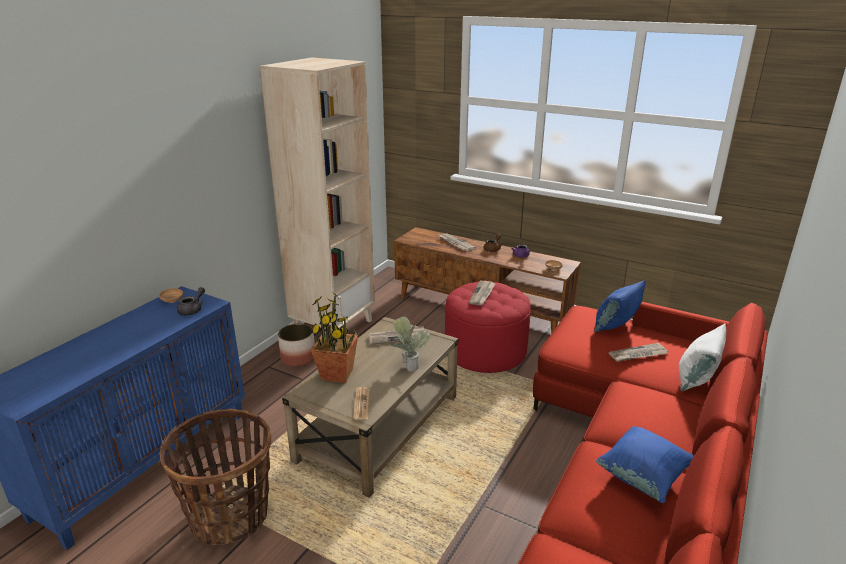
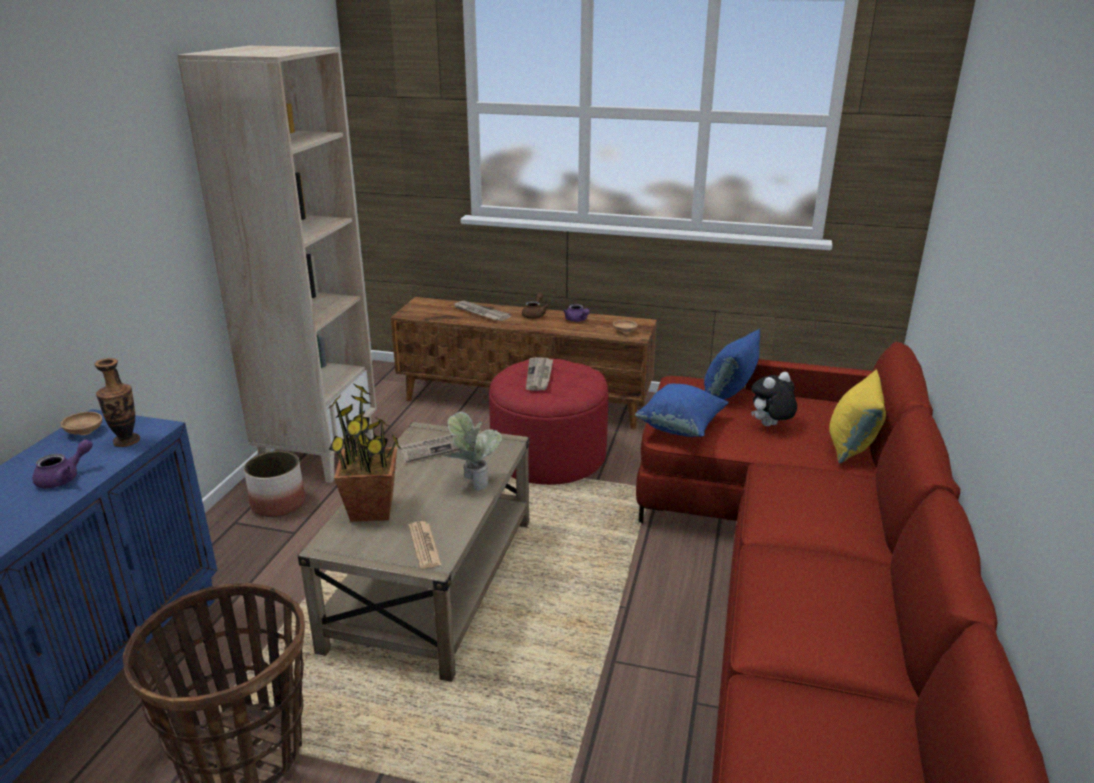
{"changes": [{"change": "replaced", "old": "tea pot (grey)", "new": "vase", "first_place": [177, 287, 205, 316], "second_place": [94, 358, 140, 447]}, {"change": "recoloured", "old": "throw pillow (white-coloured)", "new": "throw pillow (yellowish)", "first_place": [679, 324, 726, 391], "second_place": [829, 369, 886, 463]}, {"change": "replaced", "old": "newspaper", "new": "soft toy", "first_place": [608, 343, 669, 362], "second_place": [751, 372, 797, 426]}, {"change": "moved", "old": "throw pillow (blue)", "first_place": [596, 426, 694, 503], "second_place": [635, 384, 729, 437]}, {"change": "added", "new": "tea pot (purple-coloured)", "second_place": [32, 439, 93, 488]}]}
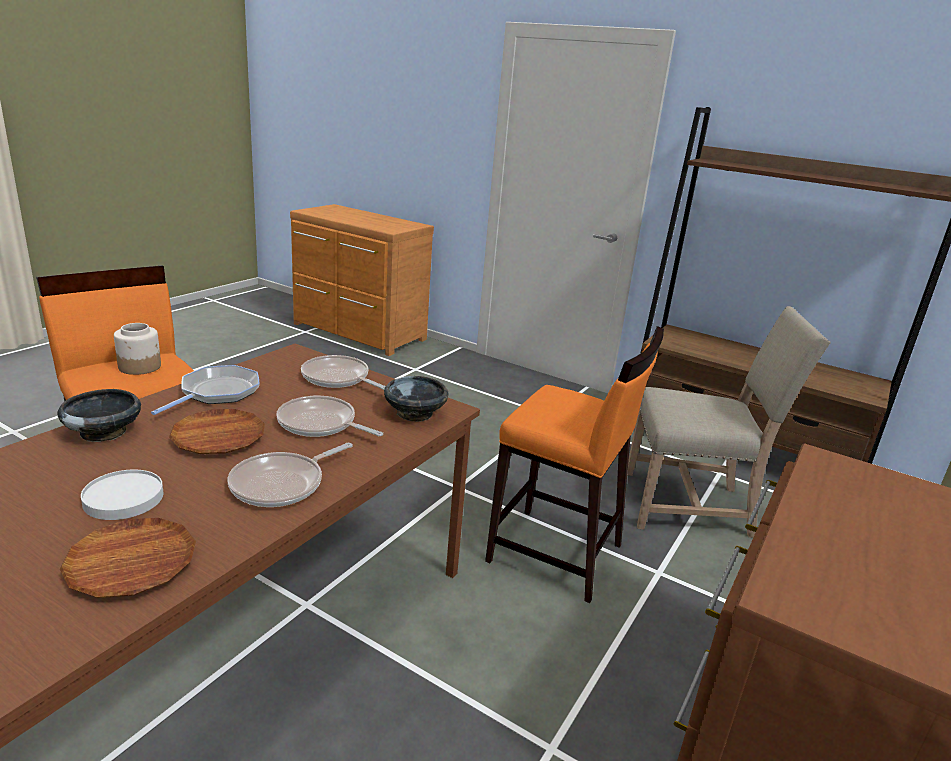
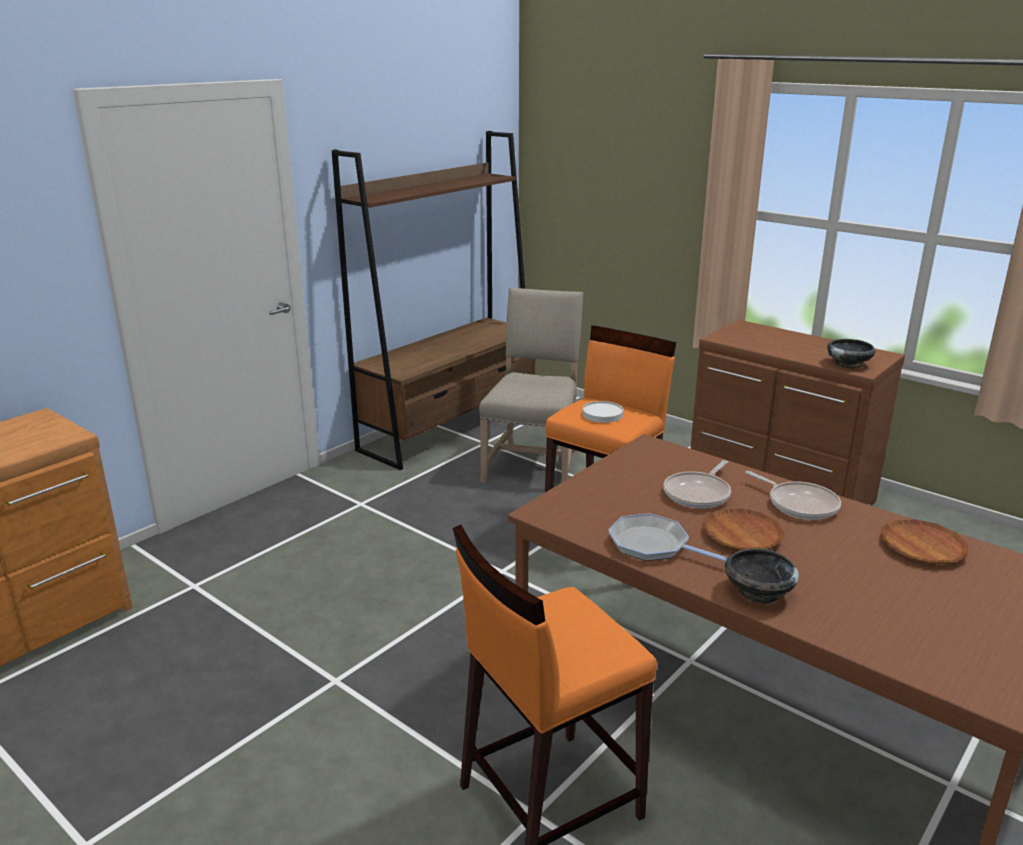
{"changes": [{"change": "removed", "old": "storage jar", "first_place": [114, 323, 161, 375]}, {"change": "removed", "old": "pan", "first_place": [301, 355, 386, 390]}, {"change": "moved", "old": "bowl (black-coloured)", "first_place": [384, 376, 448, 422], "second_place": [827, 339, 876, 369]}, {"change": "moved", "old": "dinner plate (white-coloured)", "first_place": [81, 470, 163, 520], "second_place": [583, 401, 623, 423]}]}
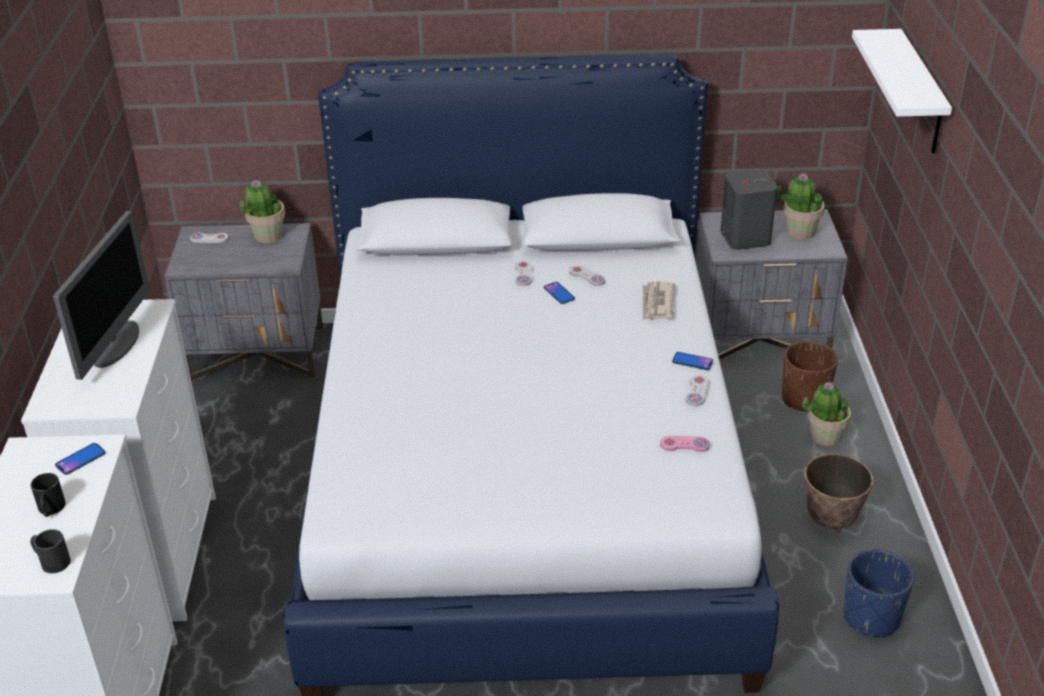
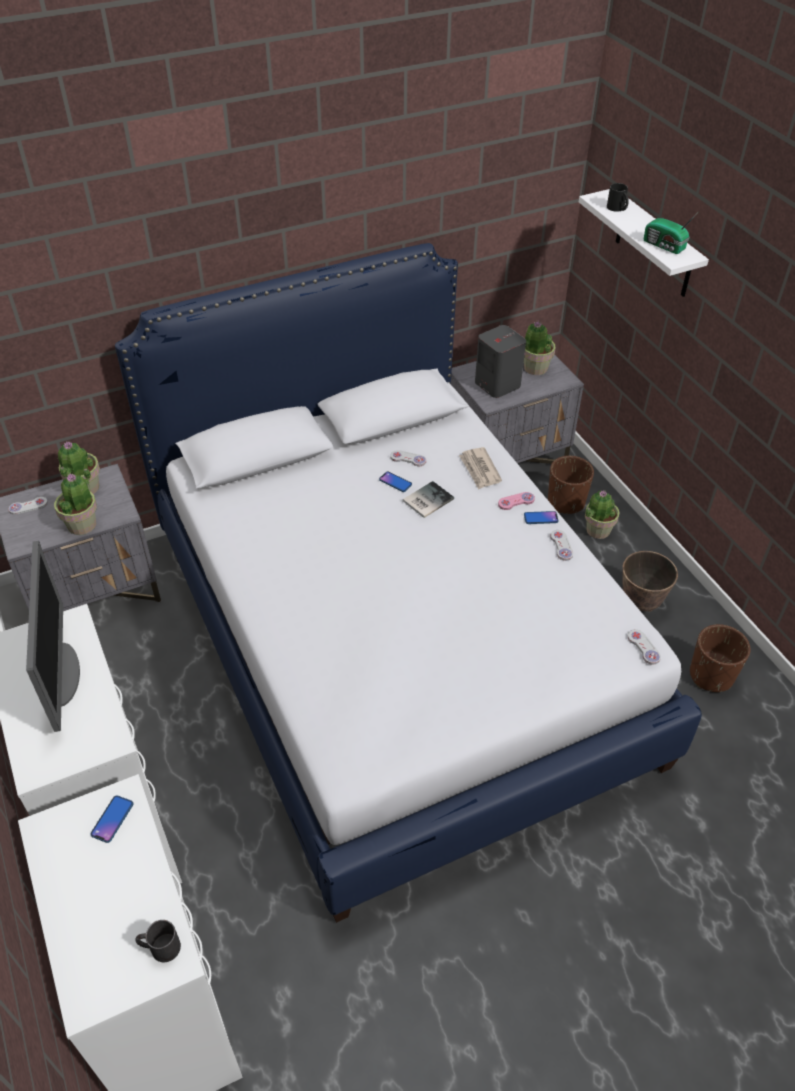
{"changes": [{"change": "moved", "old": "game controller (white-coloured)", "first_place": [515, 261, 532, 286], "second_place": [627, 629, 661, 665]}, {"change": "moved", "old": "game controller (pinkish)", "first_place": [660, 436, 710, 452], "second_place": [498, 492, 535, 510]}, {"change": "moved", "old": "mug (black-coloured)", "first_place": [31, 473, 66, 517], "second_place": [607, 183, 629, 212]}, {"change": "recoloured", "old": "plant pot (blue)", "new": "plant pot (brown-coloured)", "first_place": [844, 549, 914, 638], "second_place": [690, 624, 751, 692]}, {"change": "added", "new": "radio", "second_place": [644, 214, 696, 254]}, {"change": "added", "new": "potted plant", "second_place": [54, 468, 97, 535]}, {"change": "added", "new": "bound book", "second_place": [403, 481, 454, 518]}]}
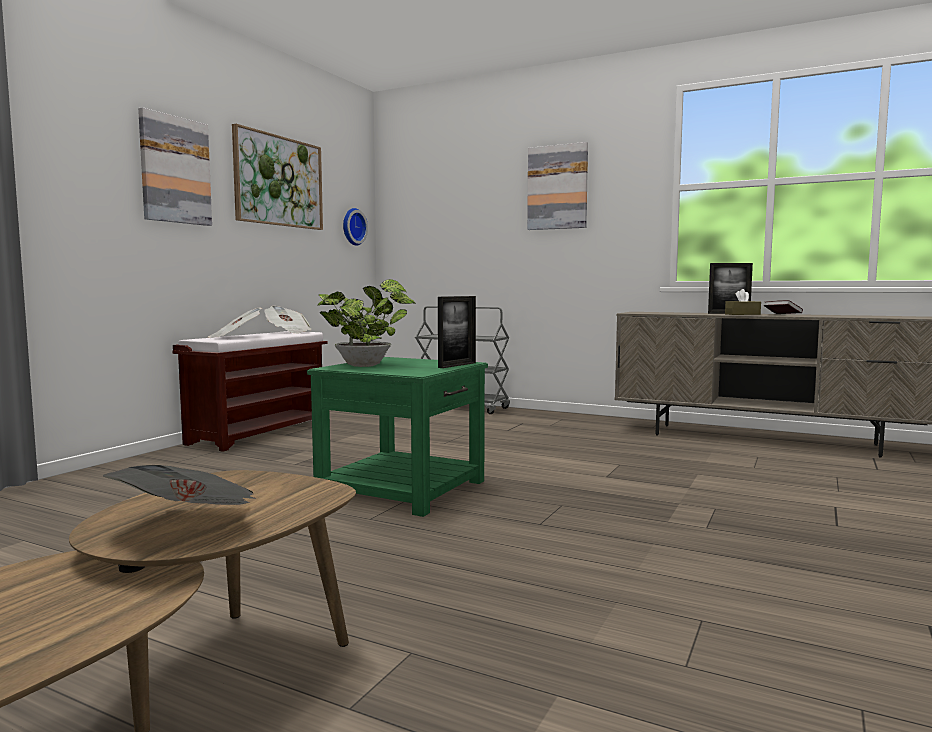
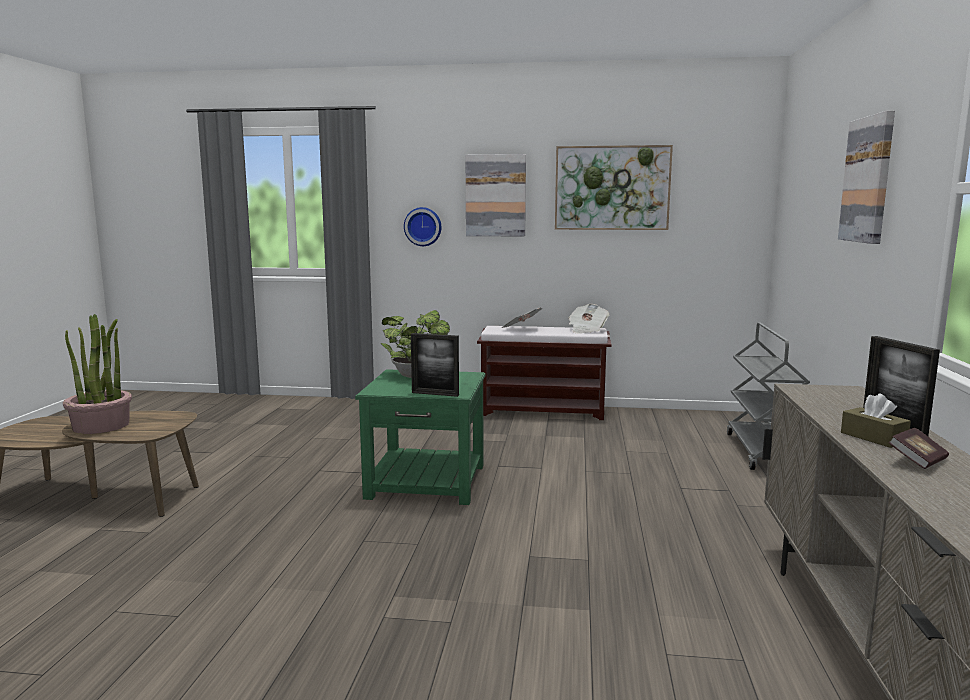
{"changes": [{"change": "moved", "old": "hanging clock", "first_place": [343, 208, 368, 246], "second_place": [404, 207, 442, 246]}, {"change": "replaced", "old": "newspaper", "new": "potted plant", "first_place": [103, 465, 256, 505], "second_place": [63, 314, 132, 434]}]}
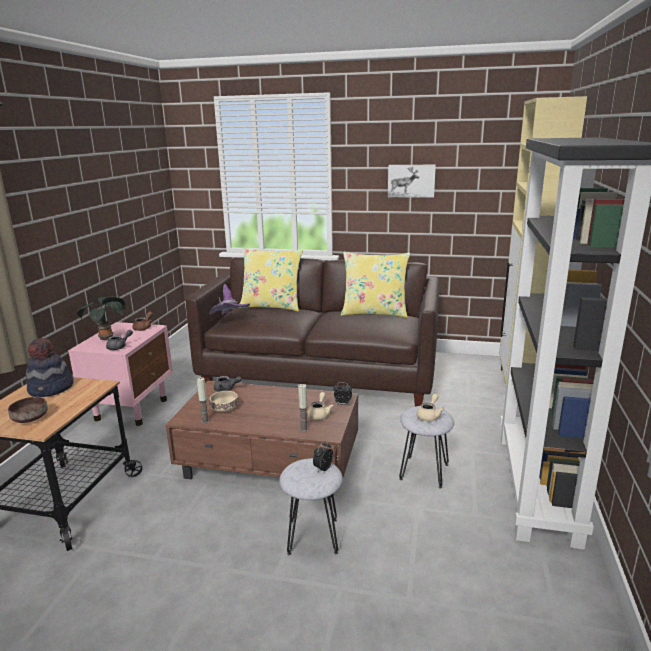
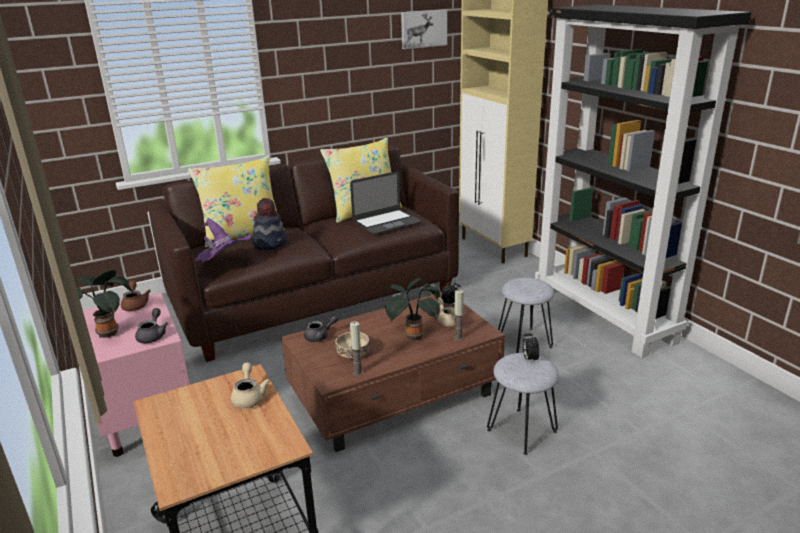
{"changes": [{"change": "moved", "old": "wall art", "first_place": [388, 165, 436, 198], "second_place": [401, 9, 447, 49]}, {"change": "moved", "old": "hat", "first_place": [26, 338, 74, 397], "second_place": [252, 198, 287, 250]}, {"change": "moved", "old": "tea pot (beige)", "first_place": [417, 394, 444, 421], "second_place": [231, 363, 270, 408]}, {"change": "removed", "old": "bowl (brown-coloured)", "first_place": [8, 397, 48, 423]}, {"change": "added", "new": "portable computer", "second_place": [350, 171, 421, 234]}, {"change": "added", "new": "potted plant", "second_place": [385, 278, 440, 341]}]}
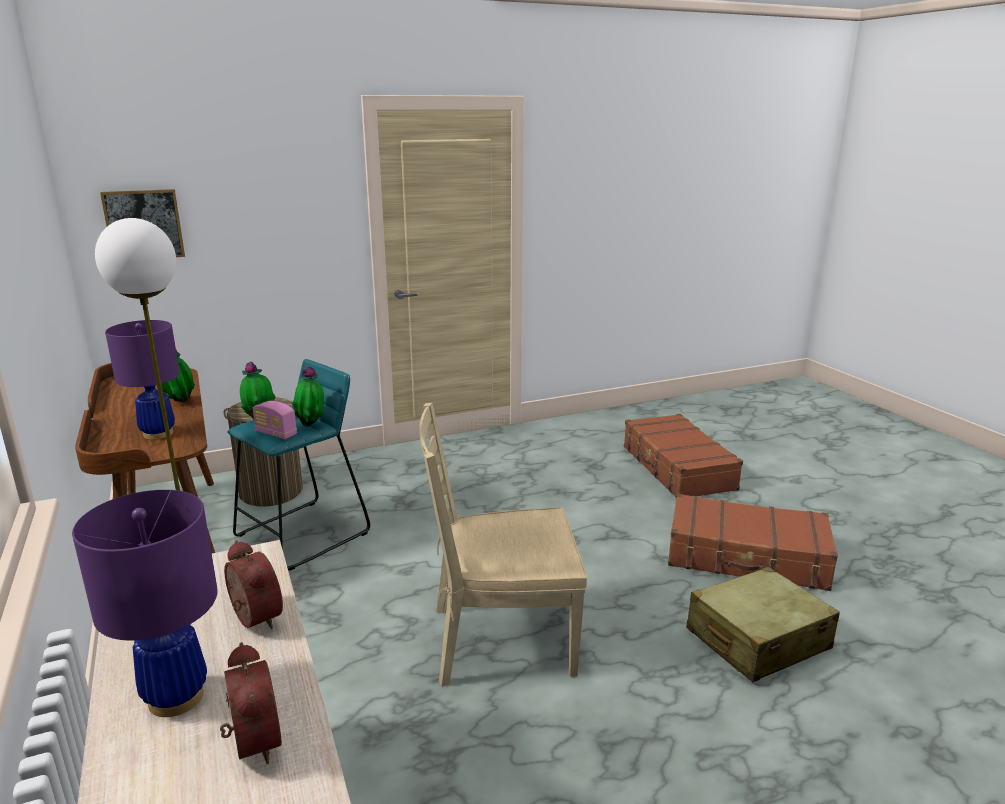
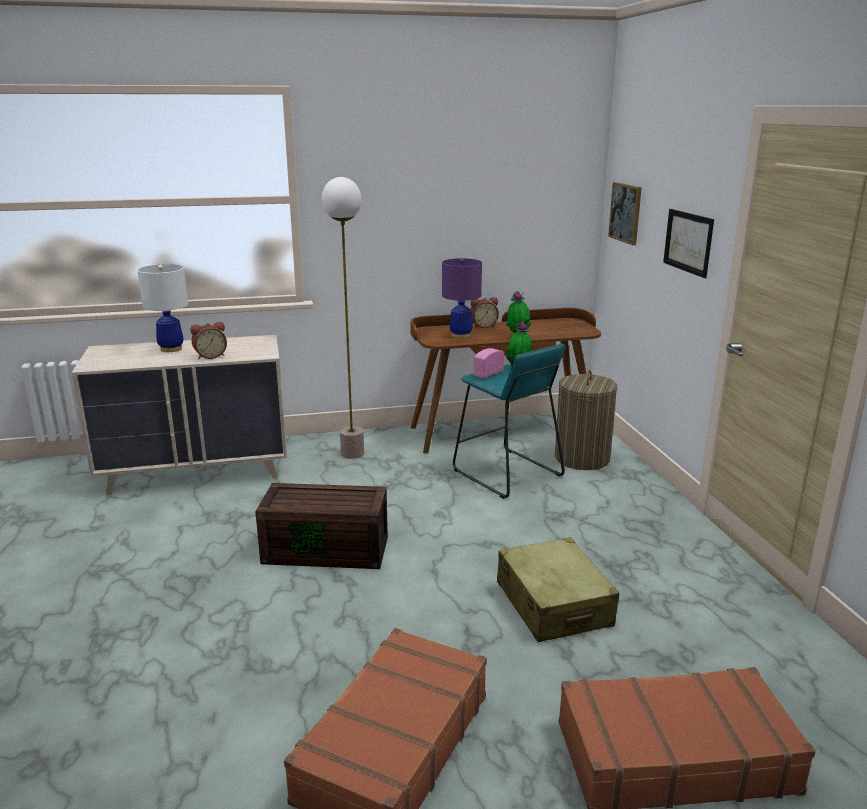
{"changes": [{"change": "removed", "old": "potted plant", "first_place": [292, 366, 324, 427]}, {"change": "replaced", "old": "plain chair (beige)", "new": "storage bin (brown-coloured)", "first_place": [419, 403, 588, 687], "second_place": [255, 483, 388, 569]}, {"change": "recoloured", "old": "table lamp (purple-coloured)", "new": "table lamp (white-coloured)", "first_place": [72, 490, 218, 717], "second_place": [137, 264, 188, 352]}, {"change": "moved", "old": "suitcase (beige)", "first_place": [687, 567, 840, 682], "second_place": [497, 538, 619, 642]}, {"change": "moved", "old": "table clock", "first_place": [220, 642, 282, 764], "second_place": [470, 297, 499, 328]}, {"change": "added", "new": "wall art", "second_place": [663, 209, 714, 278]}]}
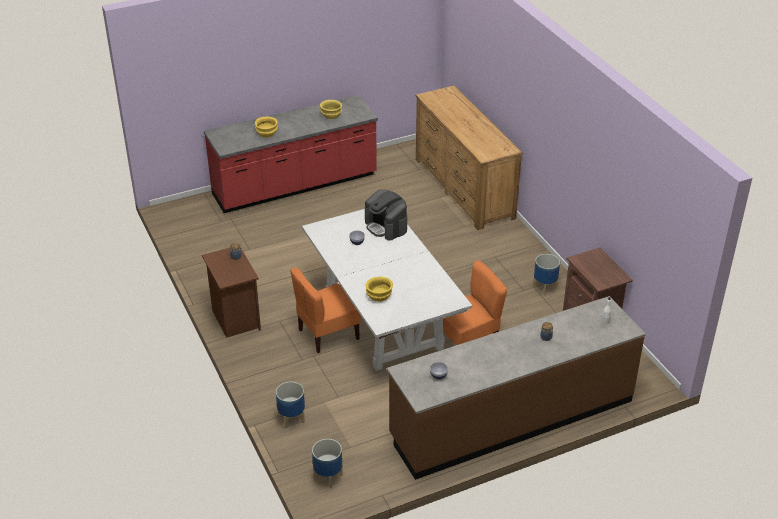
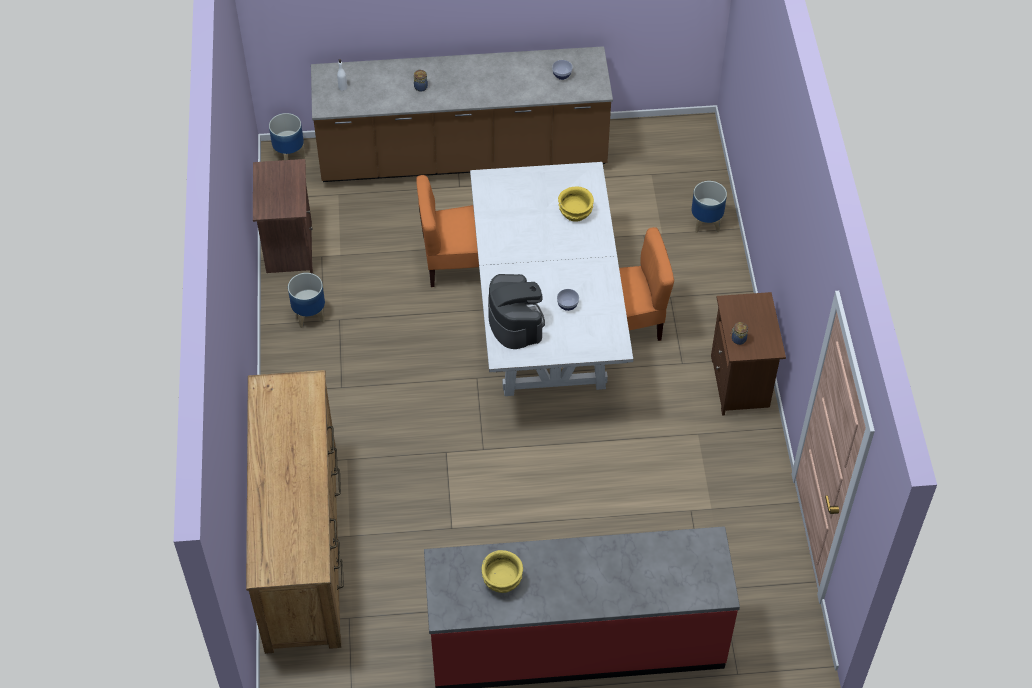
{"changes": [{"change": "removed", "old": "bowl (yellowish)", "first_place": [255, 117, 278, 138]}, {"change": "moved", "old": "plant pot", "first_place": [312, 439, 343, 488], "second_place": [269, 113, 305, 160]}]}
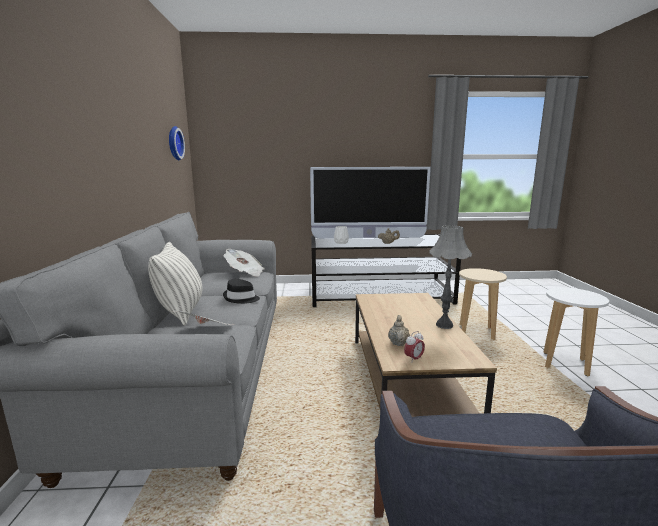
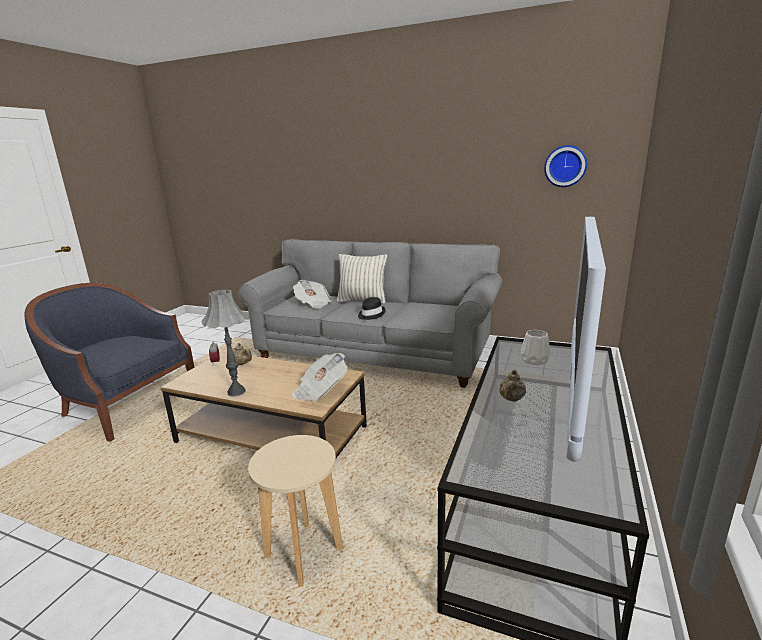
{"changes": [{"change": "moved", "old": "newspaper", "first_place": [224, 249, 265, 277], "second_place": [292, 353, 348, 402]}, {"change": "removed", "old": "stool seat (white-coloured)", "first_place": [544, 287, 609, 376]}]}
